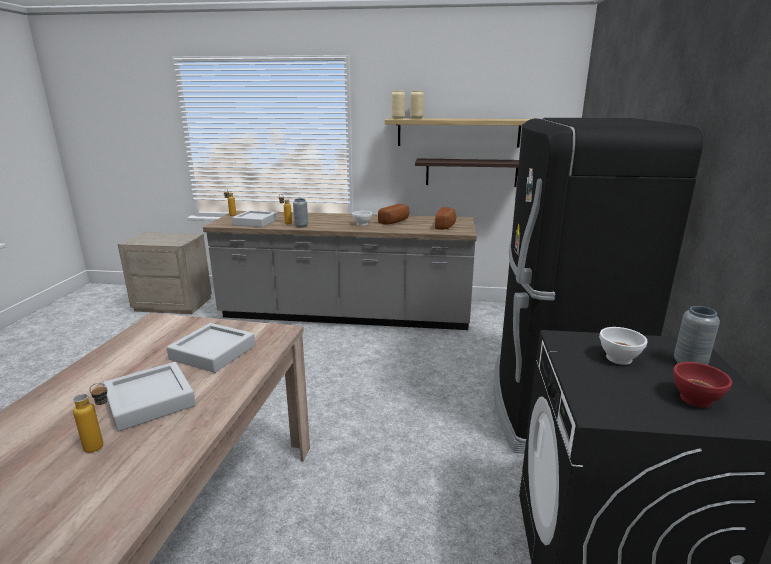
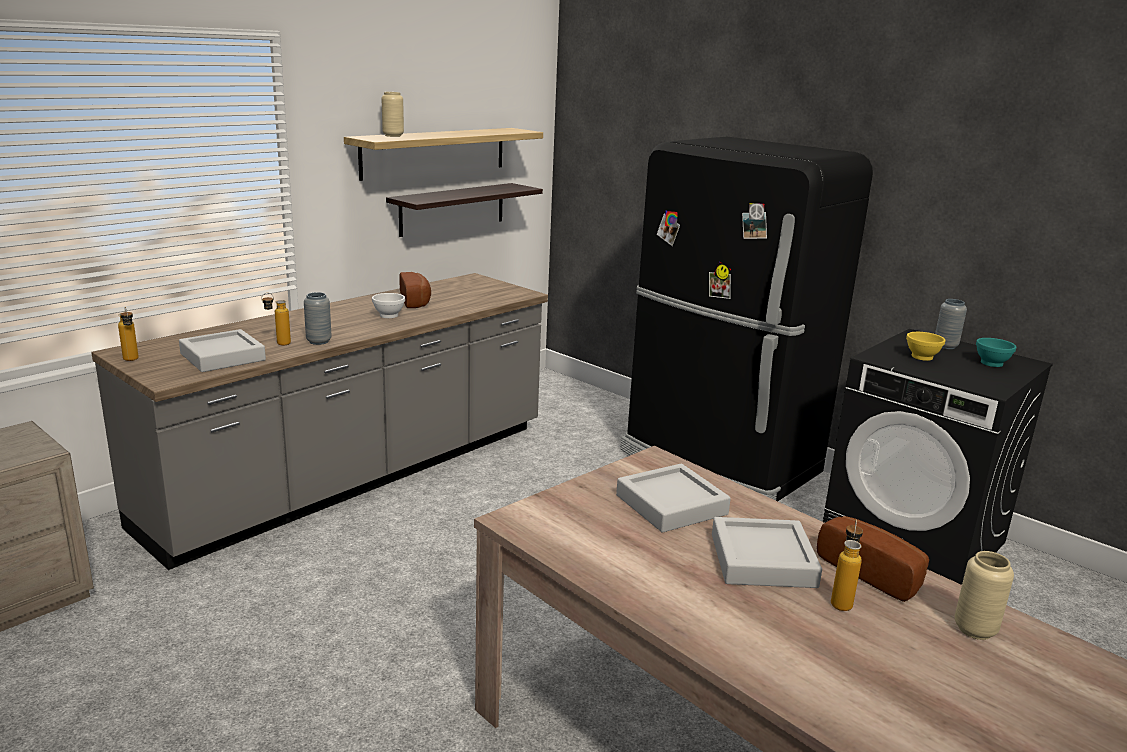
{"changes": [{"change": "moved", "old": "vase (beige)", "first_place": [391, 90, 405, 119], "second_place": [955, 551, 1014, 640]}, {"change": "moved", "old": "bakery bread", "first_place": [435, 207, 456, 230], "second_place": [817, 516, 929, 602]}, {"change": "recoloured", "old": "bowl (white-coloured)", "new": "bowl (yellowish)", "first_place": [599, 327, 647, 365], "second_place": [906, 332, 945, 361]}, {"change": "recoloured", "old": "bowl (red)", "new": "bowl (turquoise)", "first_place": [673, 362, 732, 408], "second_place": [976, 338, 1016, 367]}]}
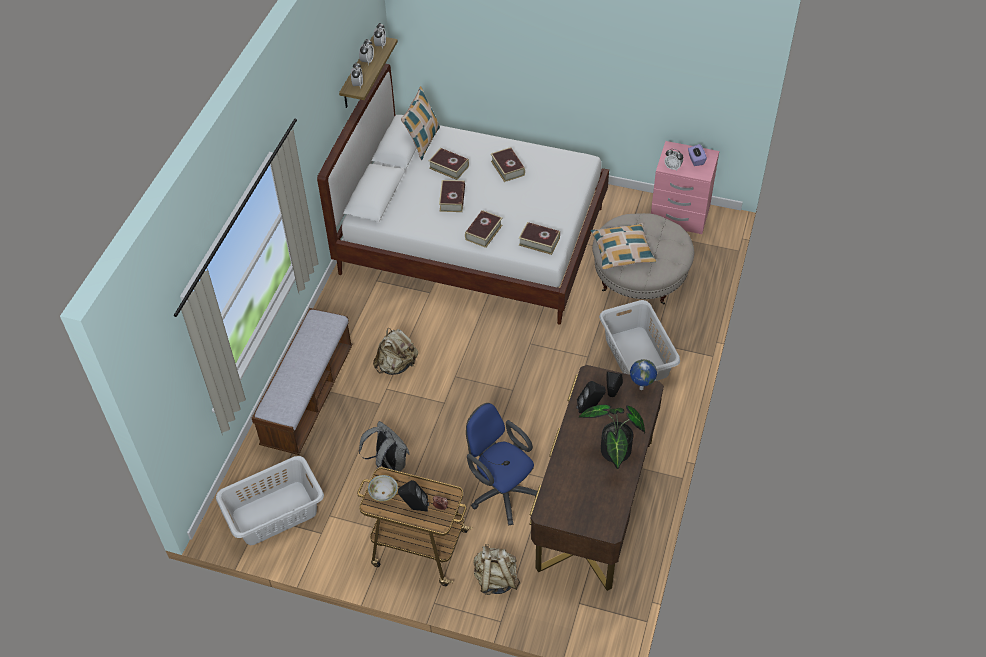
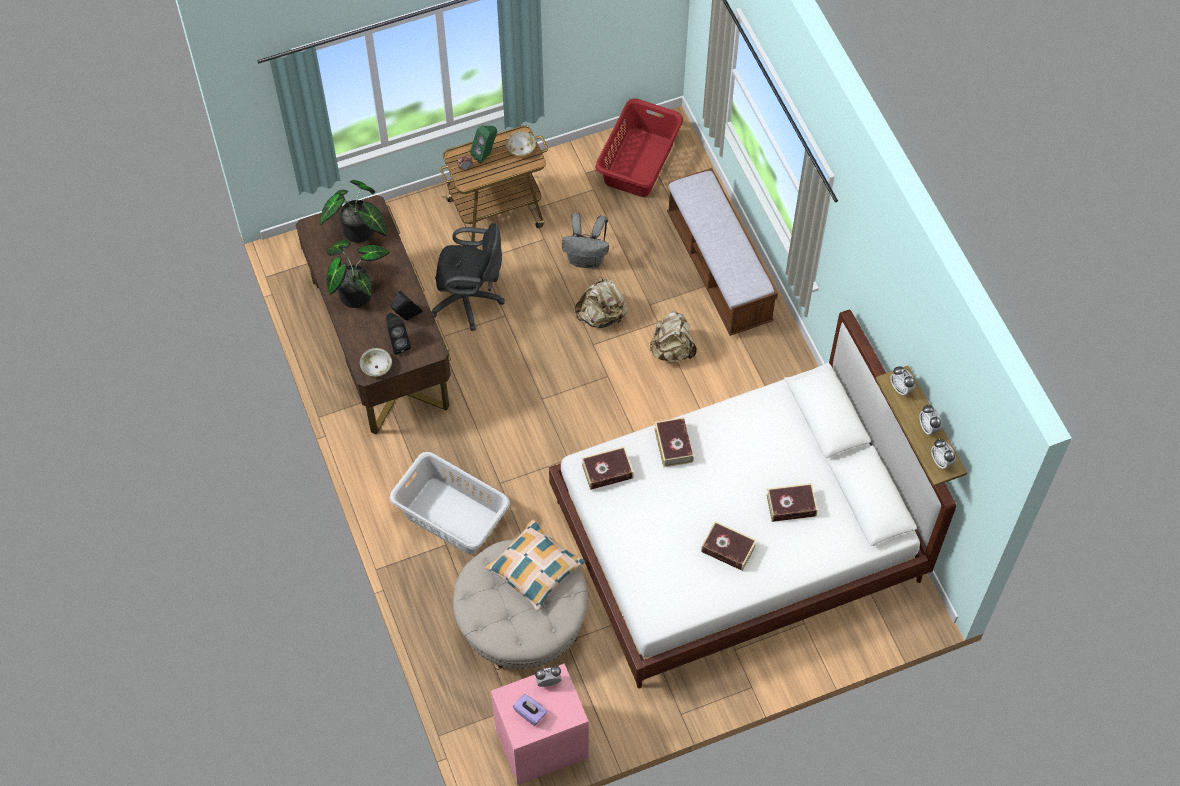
{"changes": [{"change": "removed", "old": "throw pillow", "first_place": [401, 86, 440, 160]}, {"change": "removed", "old": "bound book", "first_place": [439, 180, 465, 212]}, {"change": "replaced", "old": "desk globe", "new": "bowl", "first_place": [630, 359, 657, 390], "second_place": [360, 348, 392, 377]}, {"change": "recoloured", "old": "computer chair (blue)", "new": "computer chair (black-coloured)", "first_place": [466, 403, 537, 525], "second_place": [431, 223, 505, 331]}, {"change": "recoloured", "old": "hamper (grey)", "new": "hamper (red)", "first_place": [216, 456, 324, 545], "second_place": [595, 98, 683, 197]}, {"change": "recoloured", "old": "audio speaker (black-coloured)", "new": "audio speaker (green-coloured)", "first_place": [398, 480, 429, 512], "second_place": [470, 126, 497, 163]}, {"change": "moved", "old": "rucksack (beige)", "first_place": [474, 544, 520, 595], "second_place": [575, 276, 628, 328]}, {"change": "added", "new": "potted plant", "second_place": [320, 180, 387, 243]}]}
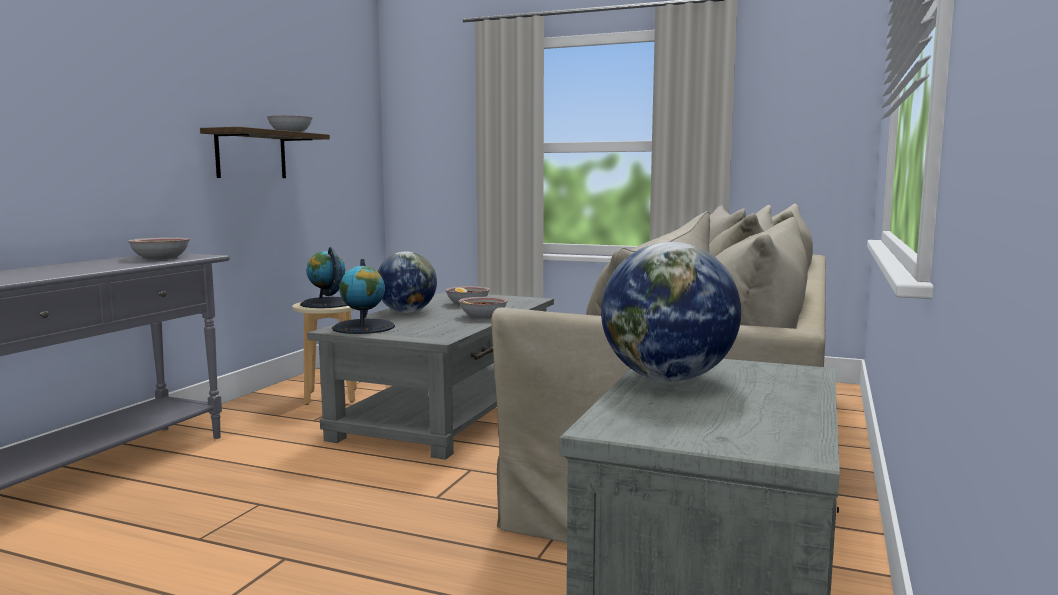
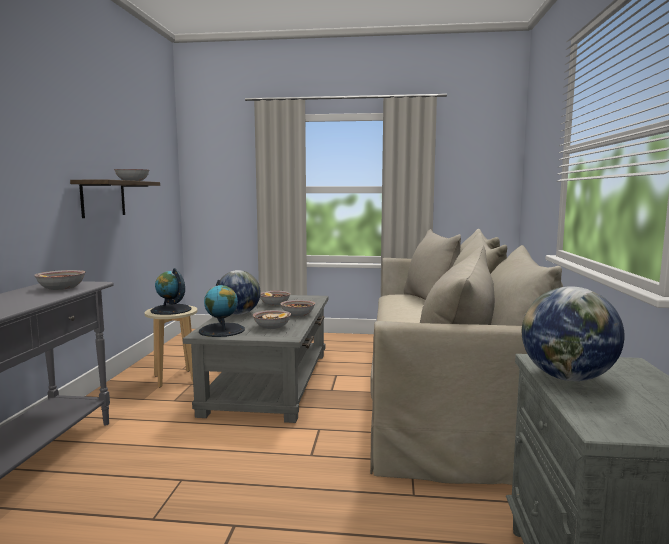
{"changes": [{"change": "added", "new": "bowl", "second_place": [253, 310, 291, 329]}]}
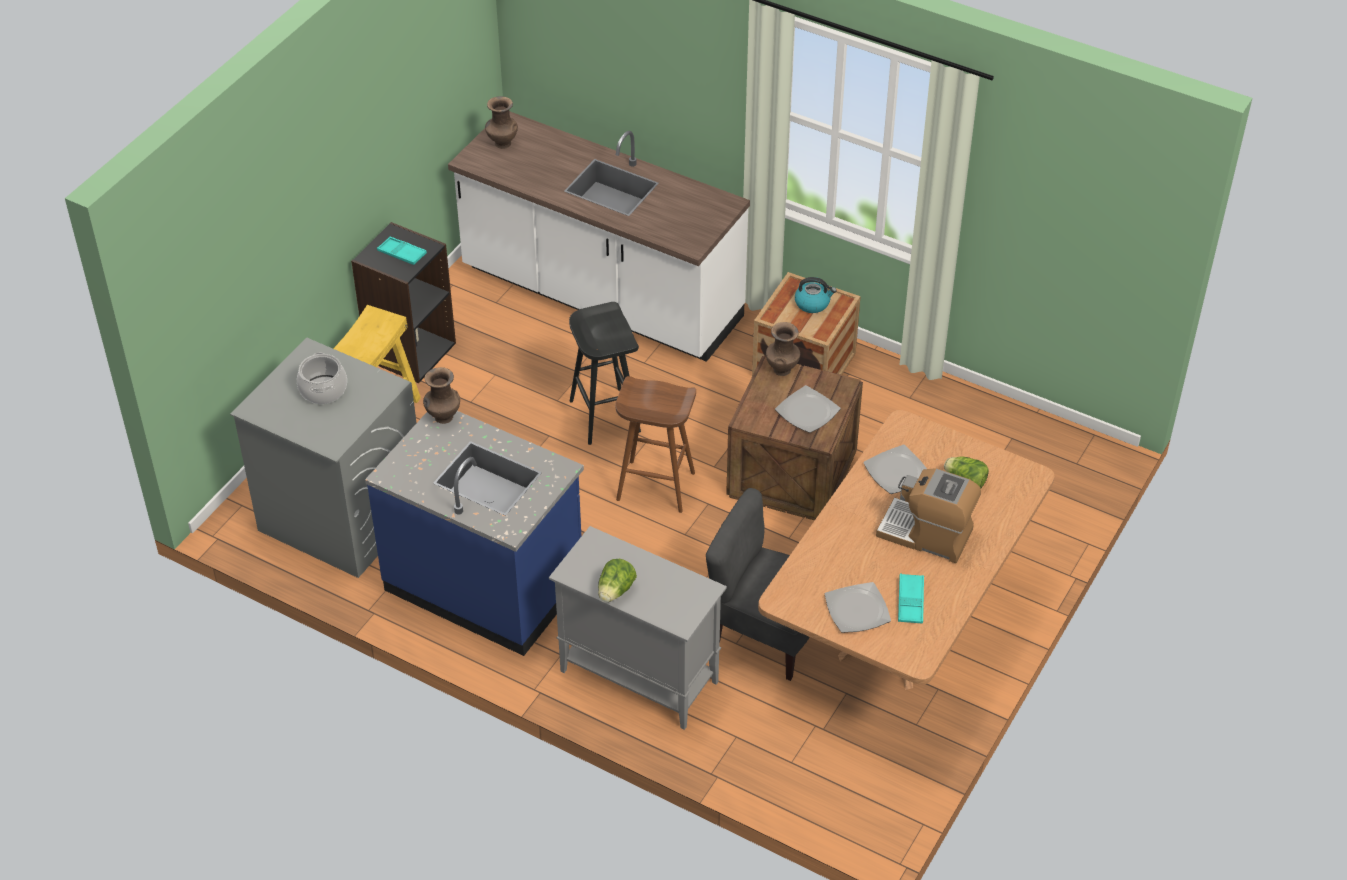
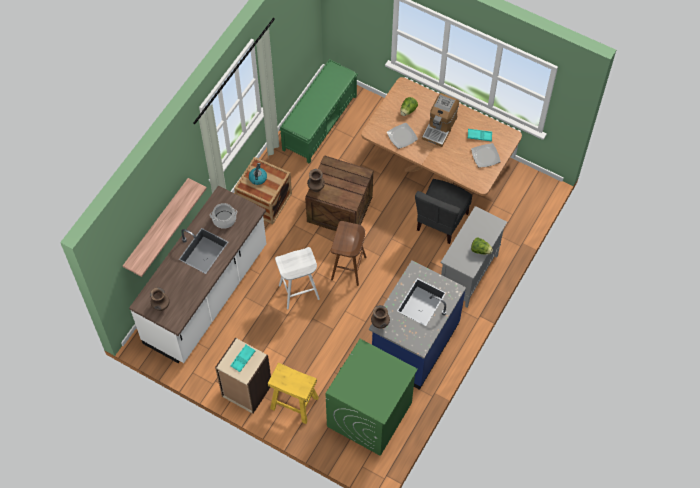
{"changes": [{"change": "recoloured", "old": "shelving unit (black-coloured)", "new": "shelving unit (beige)", "first_place": [351, 222, 456, 383], "second_place": [215, 337, 271, 414]}, {"change": "recoloured", "old": "stool seat (black-coloured)", "new": "stool seat (white-coloured)", "first_place": [569, 302, 641, 445], "second_place": [275, 247, 320, 309]}, {"change": "recoloured", "old": "washing machine (grey)", "new": "washing machine (green-coloured)", "first_place": [230, 338, 416, 578], "second_place": [325, 339, 418, 456]}, {"change": "moved", "old": "saucepot", "first_place": [297, 352, 347, 404], "second_place": [210, 203, 237, 229]}, {"change": "removed", "old": "dinner plate", "first_place": [775, 385, 841, 433]}, {"change": "added", "new": "indoor bench (green-coloured)", "second_place": [279, 59, 358, 164]}, {"change": "added", "new": "bracket shelf", "second_place": [123, 178, 207, 277]}]}
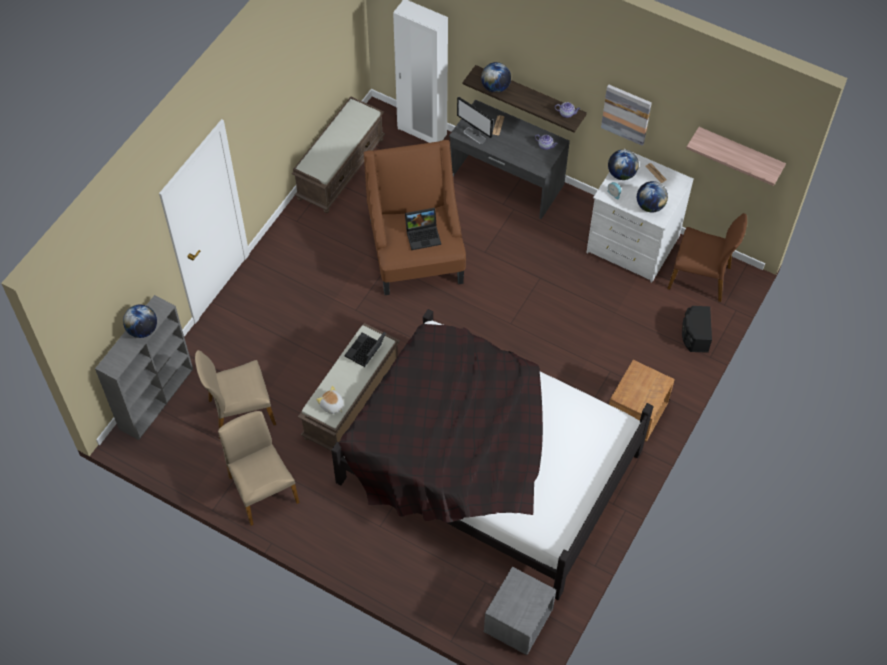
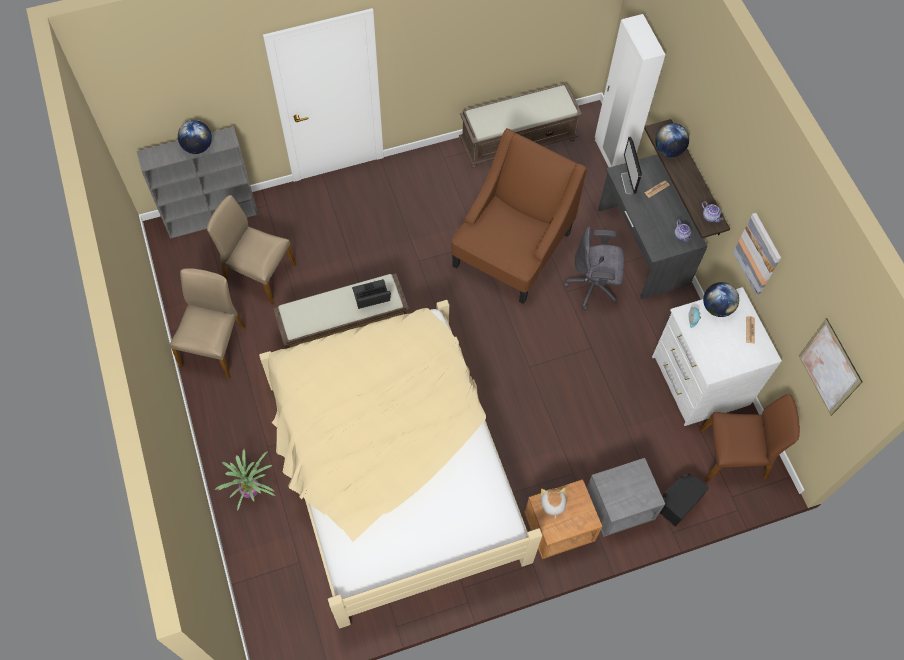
{"changes": [{"change": "replaced", "old": "bracket shelf", "new": "wall art", "first_place": [686, 127, 786, 186], "second_place": [799, 318, 863, 416]}, {"change": "removed", "old": "desk globe", "first_place": [637, 181, 668, 212]}, {"change": "removed", "old": "portable computer", "first_place": [405, 208, 441, 250]}, {"change": "turned", "old": "plain chair (brown-coloured)", "first_place": [667, 213, 747, 302], "second_place": [700, 394, 800, 481], "degrees": -60}, {"change": "recoloured", "old": "bed (black-coloured)", "new": "bed (beige)", "first_place": [331, 309, 653, 600], "second_place": [259, 300, 543, 628]}, {"change": "moved", "old": "soft toy", "first_place": [316, 386, 344, 414], "second_place": [541, 487, 566, 519]}, {"change": "moved", "old": "night table (grey)", "first_place": [483, 567, 556, 655], "second_place": [587, 458, 665, 537]}, {"change": "added", "new": "computer chair (grey)", "second_place": [564, 226, 624, 310]}, {"change": "added", "new": "potted plant", "second_place": [215, 449, 275, 511]}]}
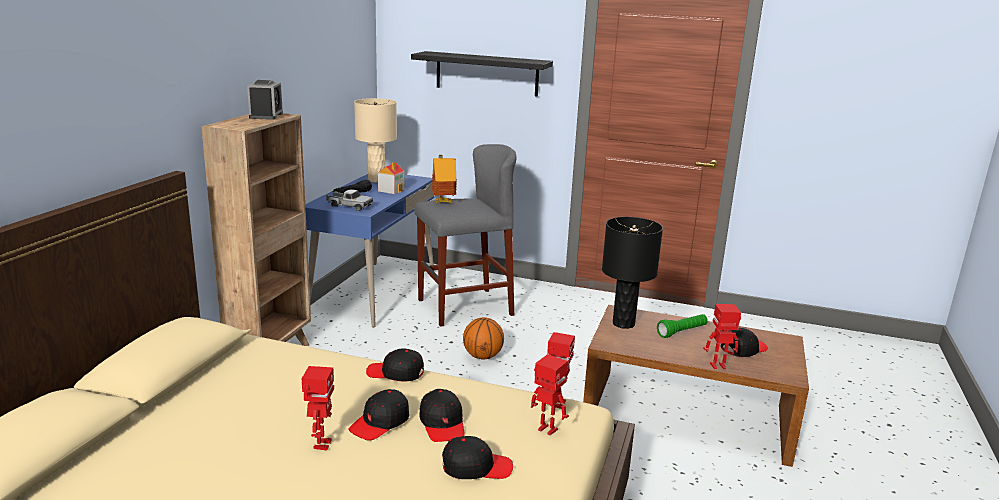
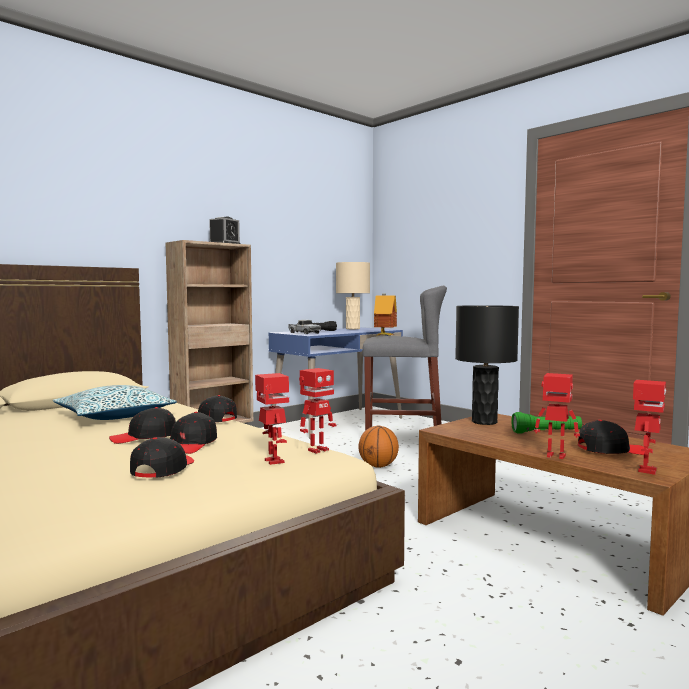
{"changes": [{"change": "removed", "old": "bracket shelf (black-coloured)", "first_place": [411, 51, 553, 97]}, {"change": "removed", "old": "toy house", "first_place": [378, 162, 405, 194]}, {"change": "moved", "old": "toy robot", "first_place": [302, 366, 334, 450], "second_place": [633, 380, 666, 475]}, {"change": "turned", "old": "peaked cap (black-coloured)", "first_place": [442, 436, 513, 479], "second_place": [130, 437, 194, 478], "degrees": -105}, {"change": "added", "new": "throw pillow", "second_place": [53, 385, 177, 420]}]}
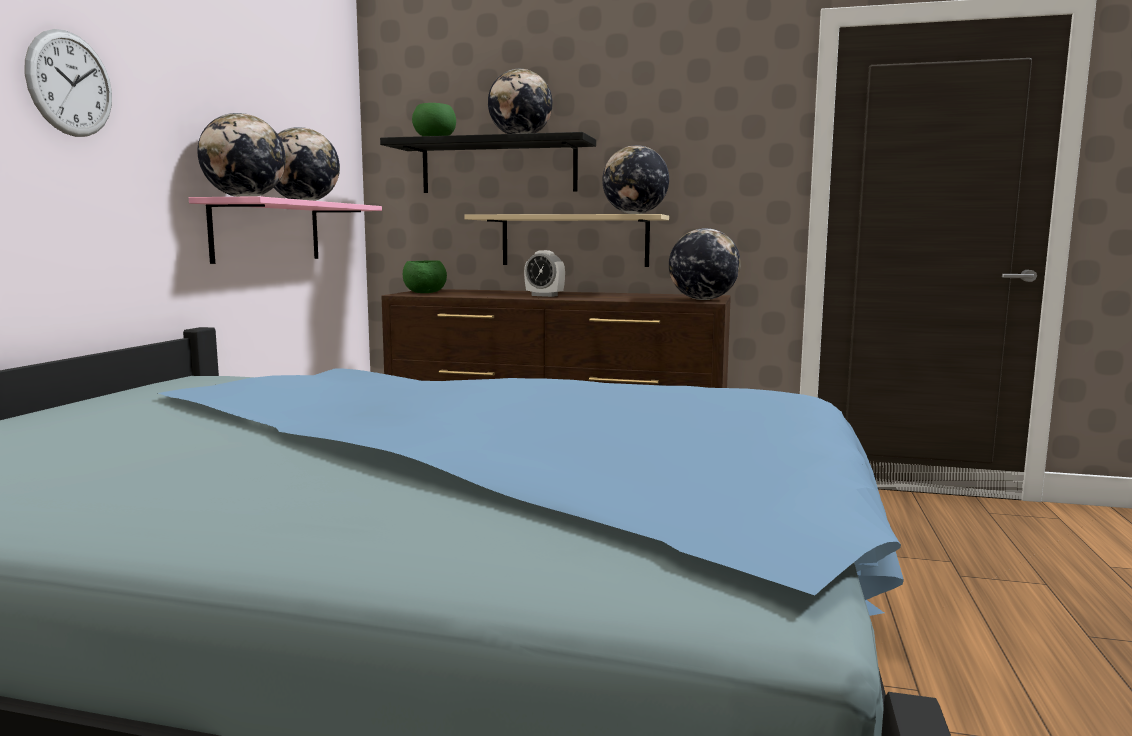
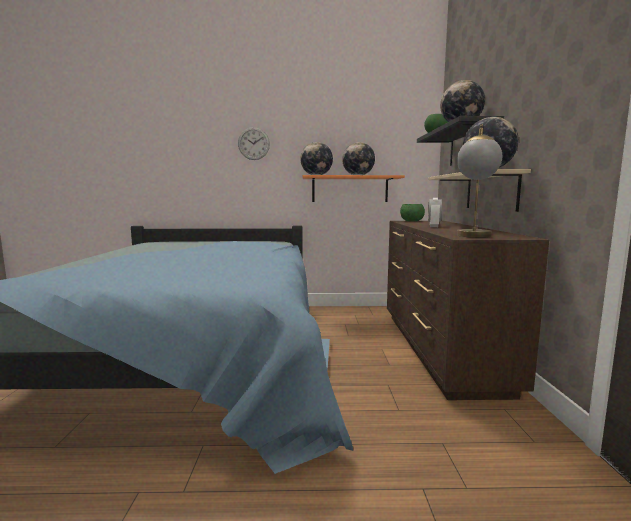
{"changes": [{"change": "recoloured", "old": "bracket shelf (pinkish)", "new": "bracket shelf (orange-coloured)", "first_place": [189, 196, 382, 264], "second_place": [302, 175, 405, 202]}, {"change": "replaced", "old": "desk globe", "new": "table lamp", "first_place": [669, 228, 741, 300], "second_place": [457, 125, 502, 238]}]}
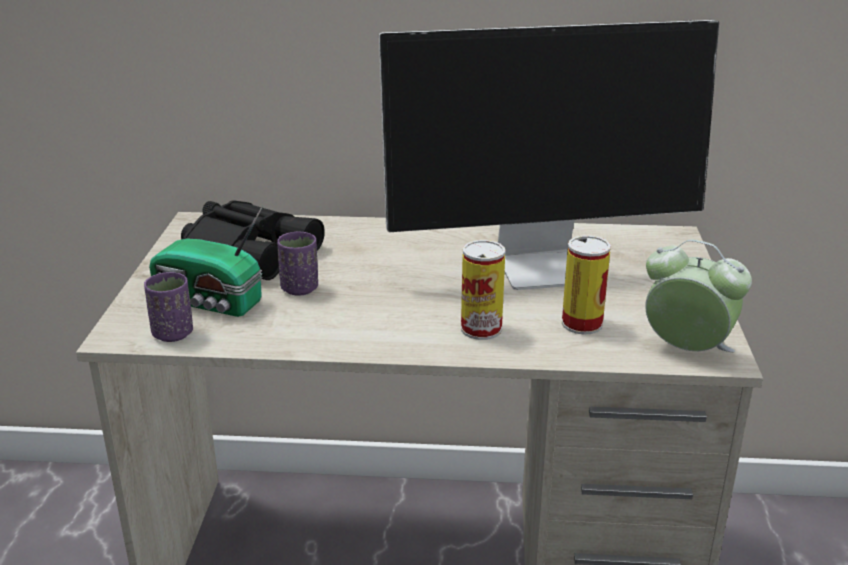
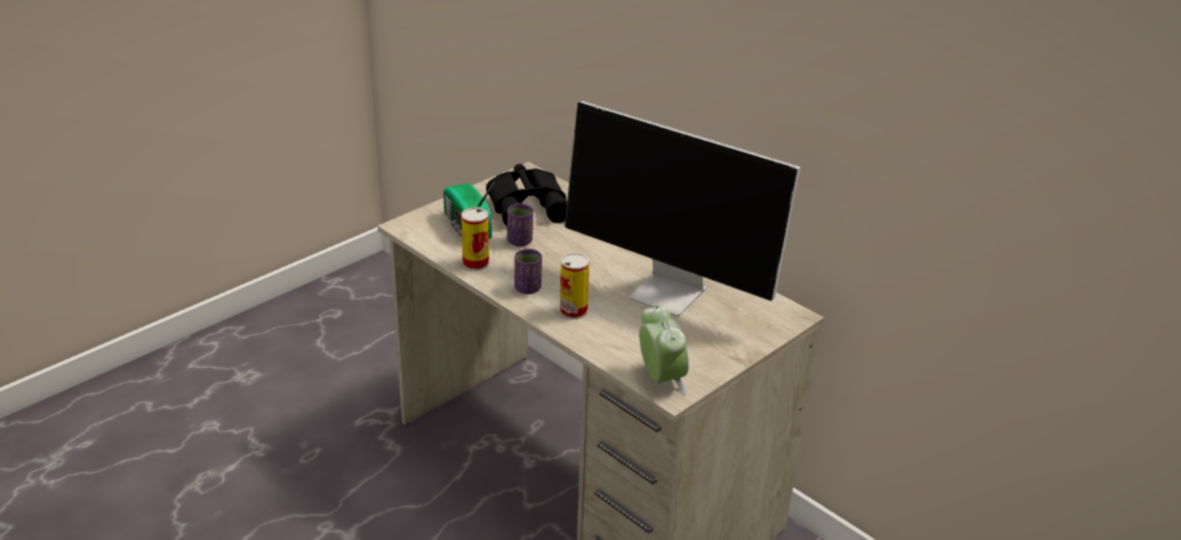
{"changes": [{"change": "moved", "old": "can", "first_place": [562, 235, 611, 335], "second_place": [461, 207, 489, 271]}, {"change": "moved", "old": "drinking cup (purple-coloured)", "first_place": [144, 272, 193, 342], "second_place": [514, 249, 542, 294]}]}
